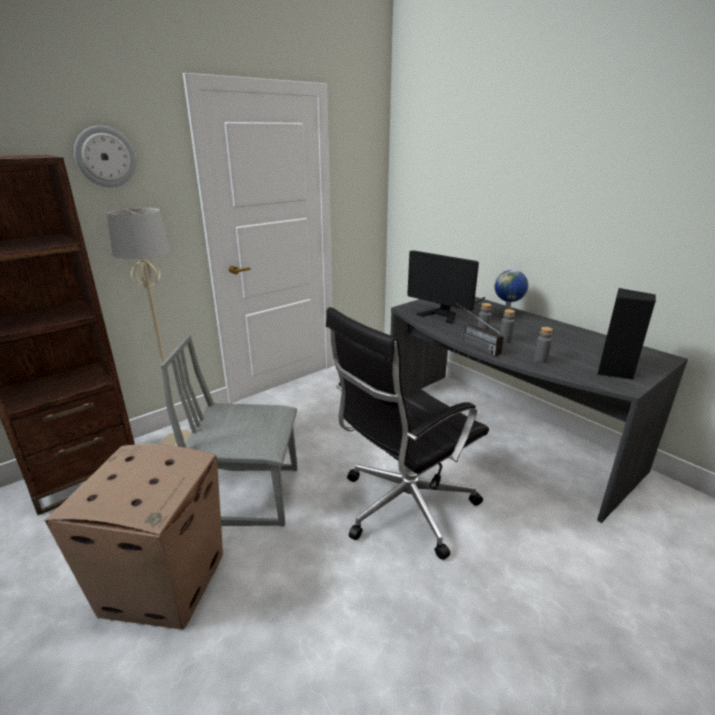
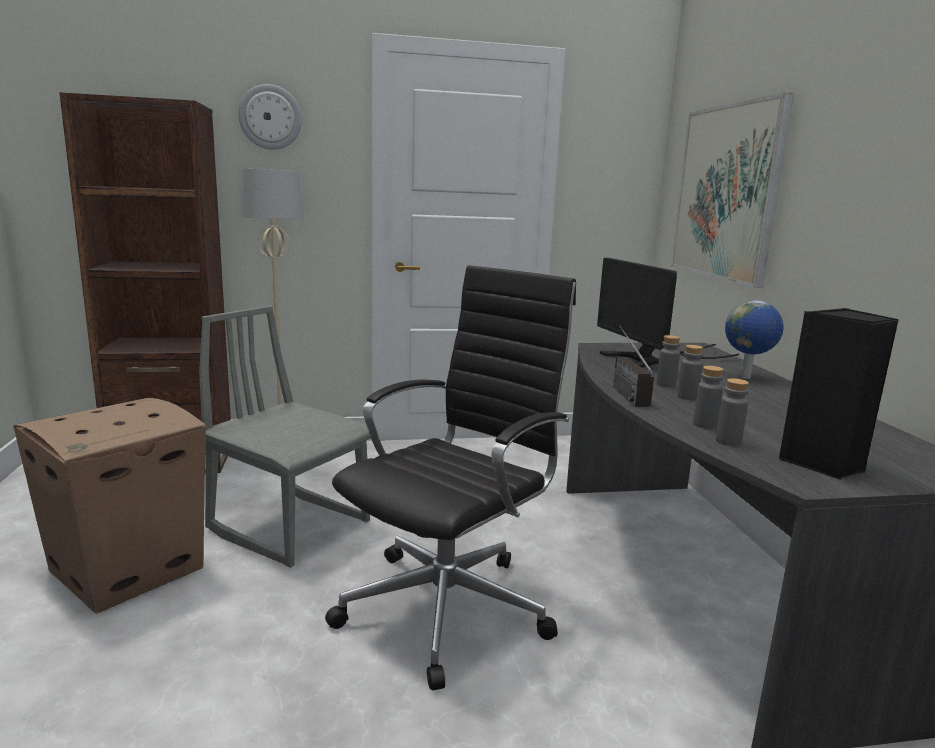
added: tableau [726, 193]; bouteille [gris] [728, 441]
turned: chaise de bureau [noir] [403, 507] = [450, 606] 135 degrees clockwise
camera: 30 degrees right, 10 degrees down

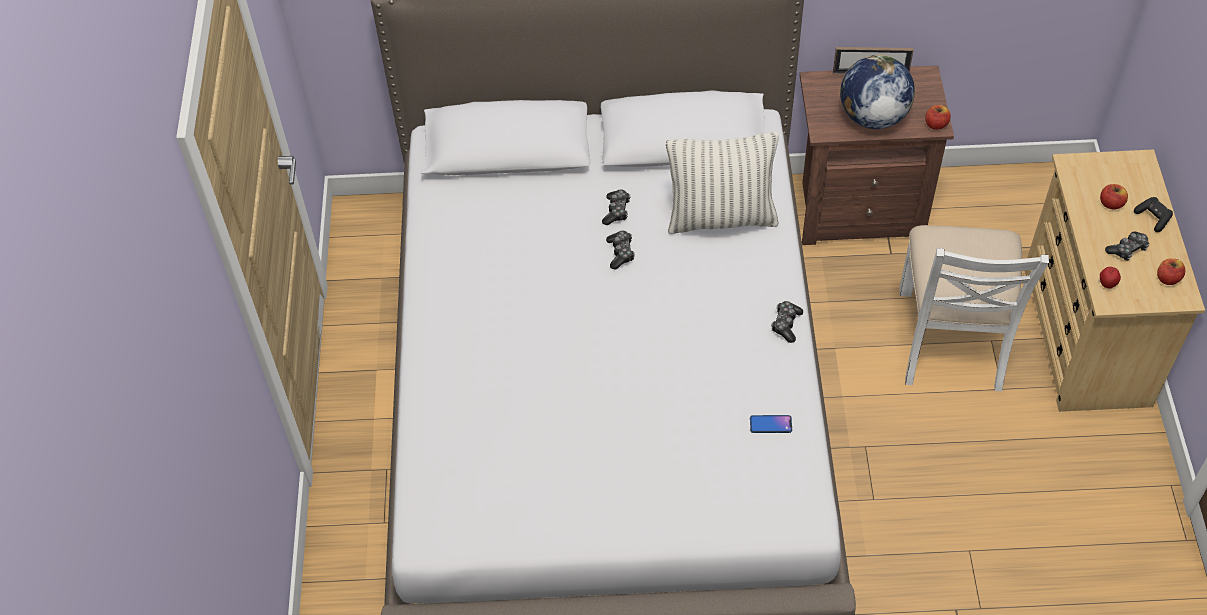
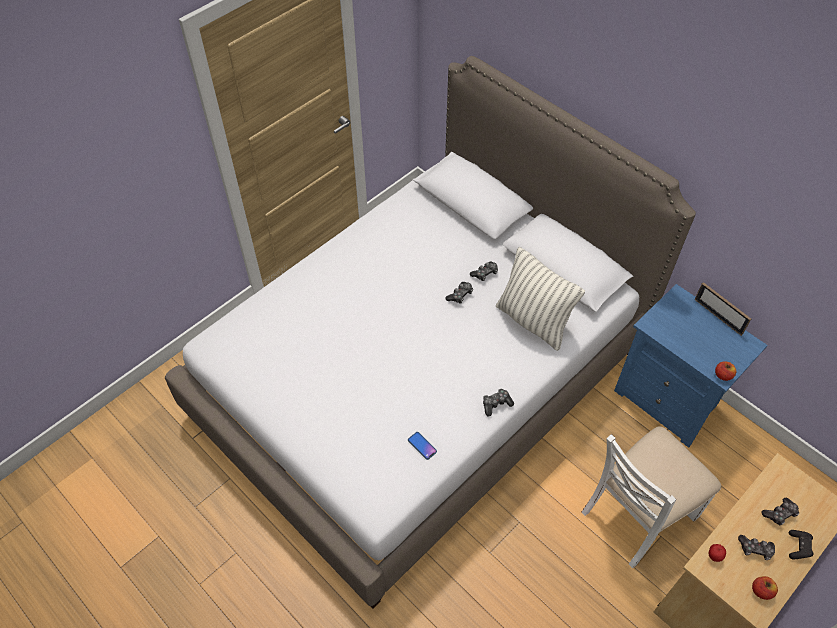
removed: globe [872, 116]
replaced: pomme [1111, 203] to manette [780, 514]
recoloured: table de chevet [marron] [859, 210] to table de chevet [bleu] [669, 400]
camera: 45 degrees right, 0 degrees up

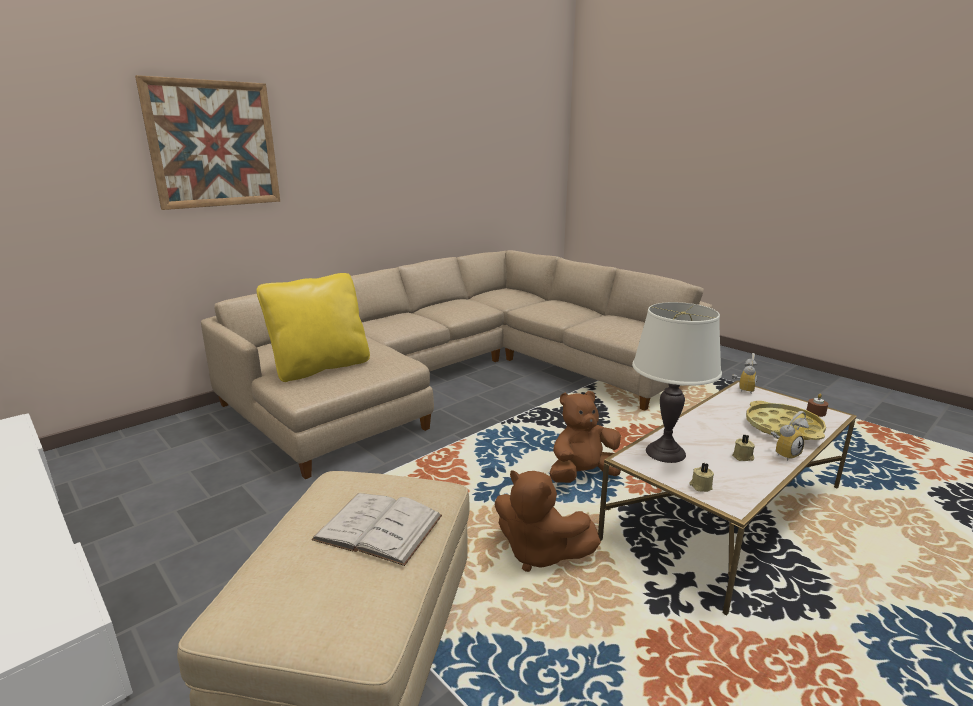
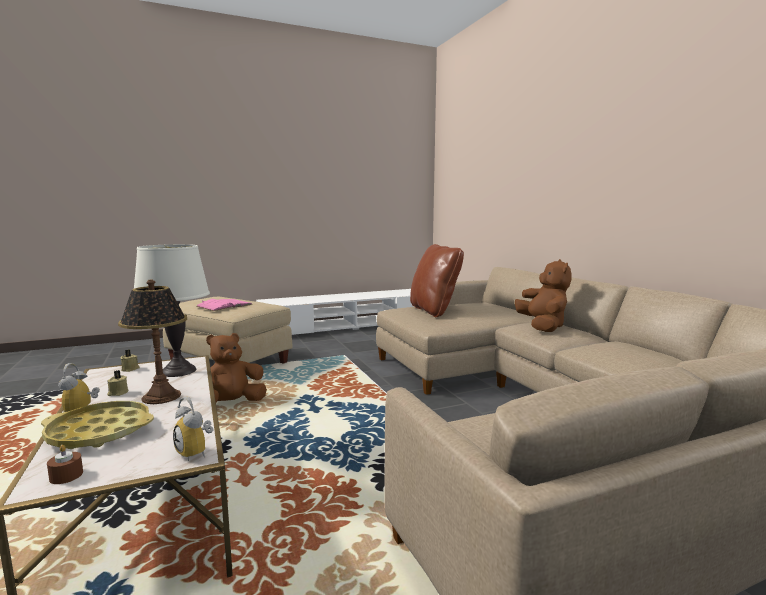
removed: tableau [214, 144]
added: lampe de table [161, 397]
moved: peluche [marron] [582, 475] to [542, 327]
recoloured: coussin [jaune] [321, 367] to coussin [marron] [434, 311]; livre [blanc] [378, 527] to livre [rose] [224, 305]
camera: 110 degrees right, 10 degrees down

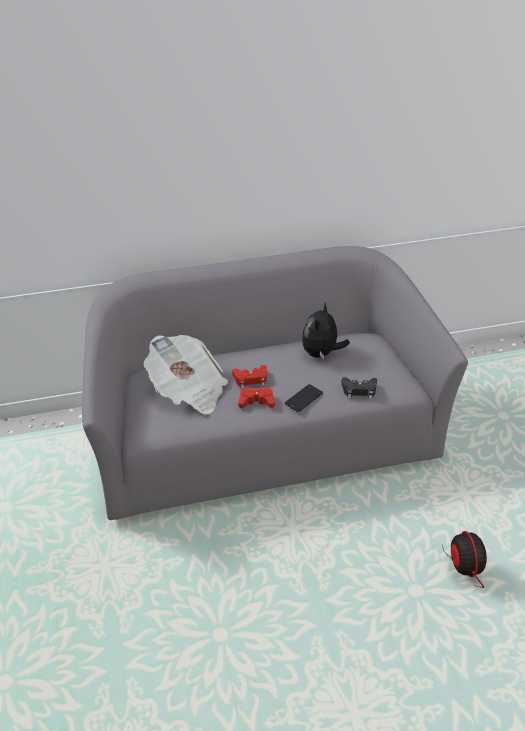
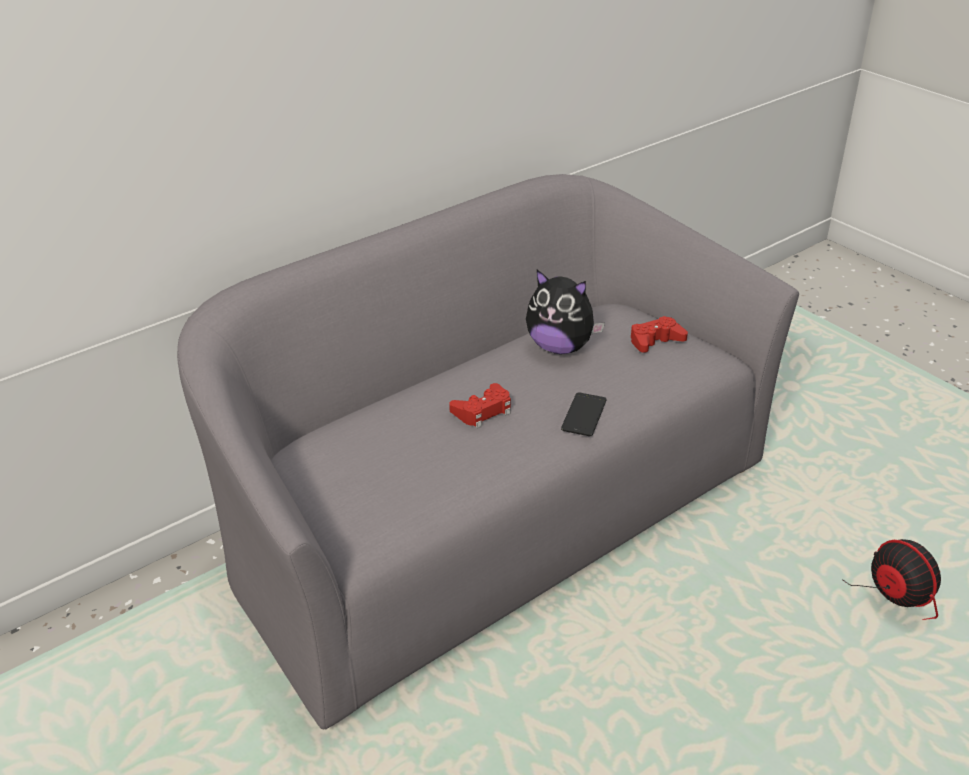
removed: journal [188, 390]; manette [noir] [359, 390]
moved: manette [rouge] [256, 401] to [655, 341]
turned: peluche [321, 353] = [560, 347] 60 degrees counterclockwise
camera: 25 degrees left, 5 degrees down

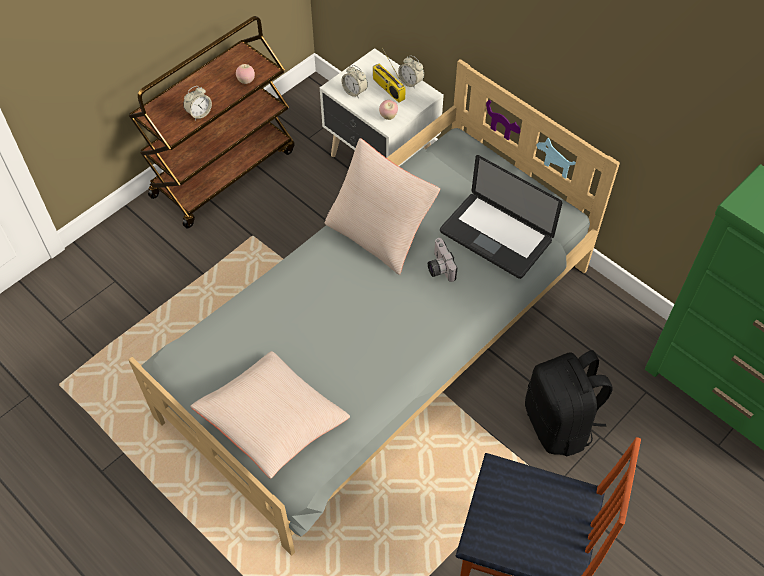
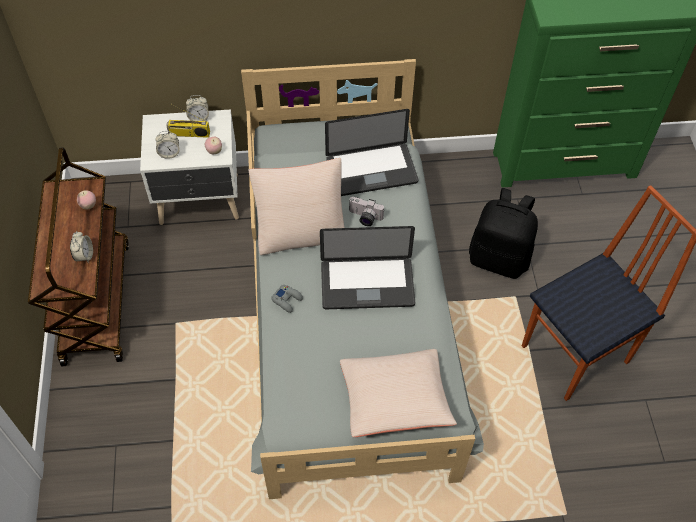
added: ordinateur portable [367, 284]; manette [gris] [287, 300]
camera: 50 degrees left, 0 degrees up

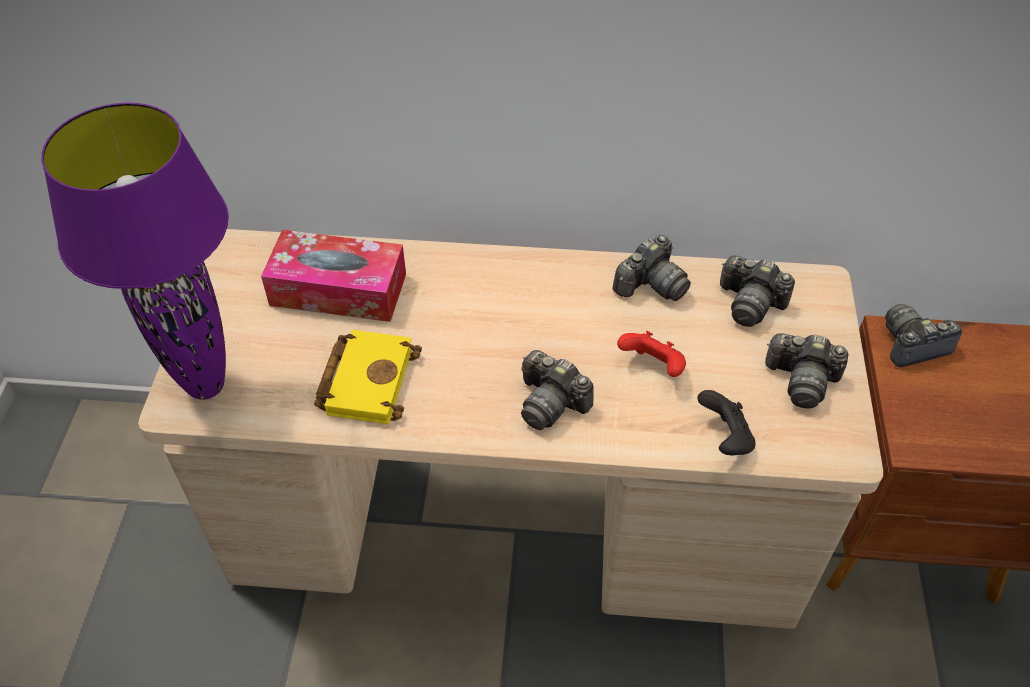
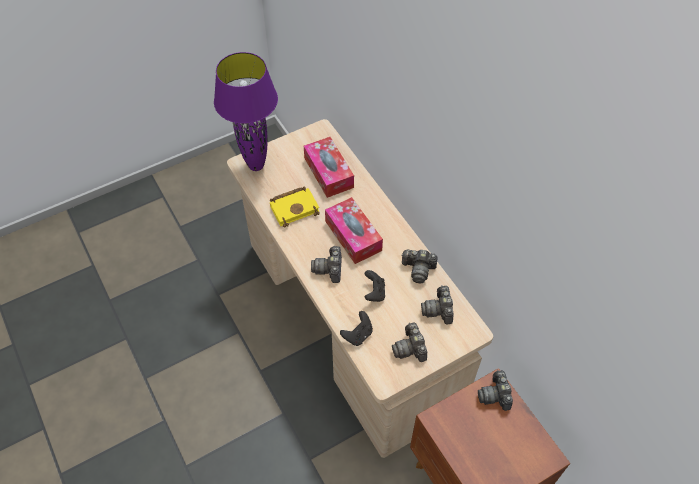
added: boîte à mouchoirs [353, 236]
recoloured: manette [rouge] [653, 367] to manette [noir] [374, 293]
turned: appareil photo [912, 345] = [495, 395] 135 degrees counterclockwise
camera: 55 degrees right, 5 degrees up

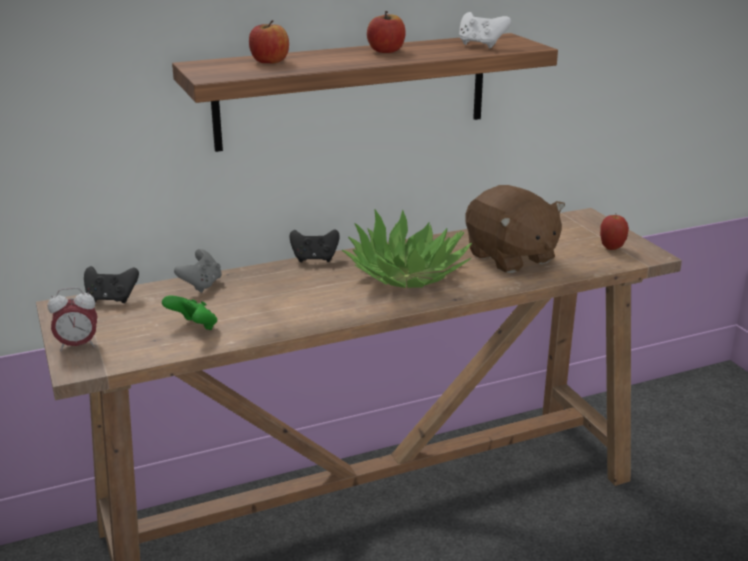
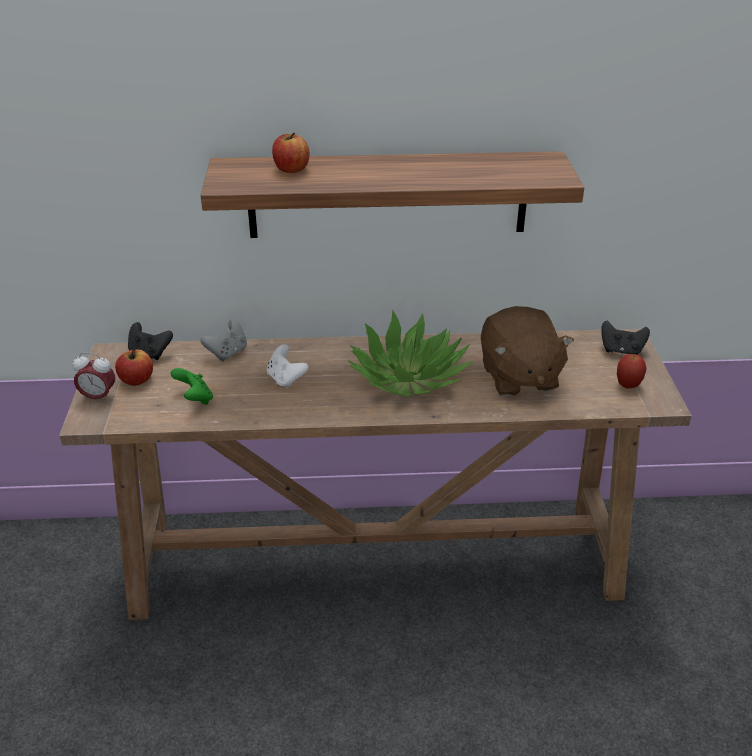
moved: pomme [386, 51] to [137, 380]; manette [blanc] [481, 45] to [286, 379]; manette [noir] [314, 259] to [621, 351]
camera: 20 degrees right, 10 degrees up

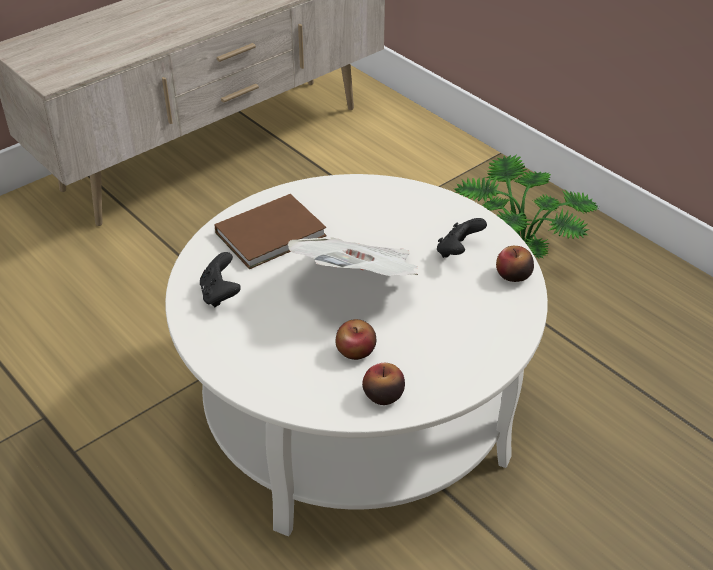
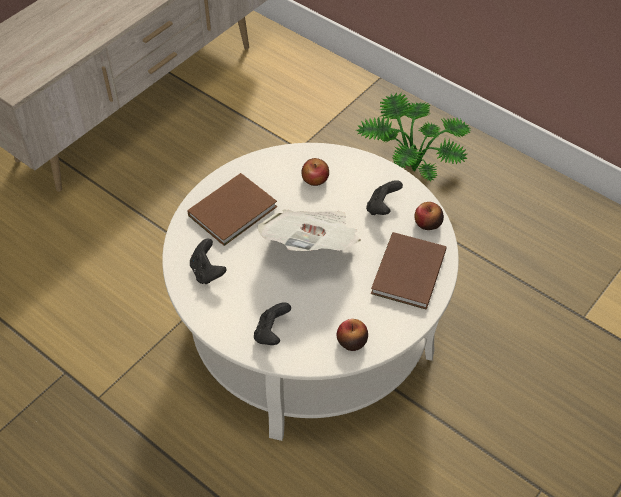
added: livre [marron] [406, 274]; manette [noir] [271, 333]
moved: pomme [356, 351] to [315, 179]
camera: 10 degrees left, 10 degrees up

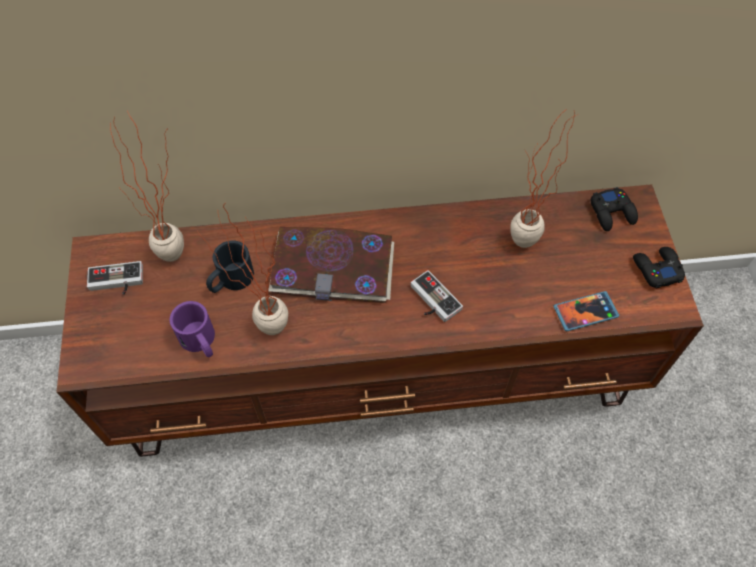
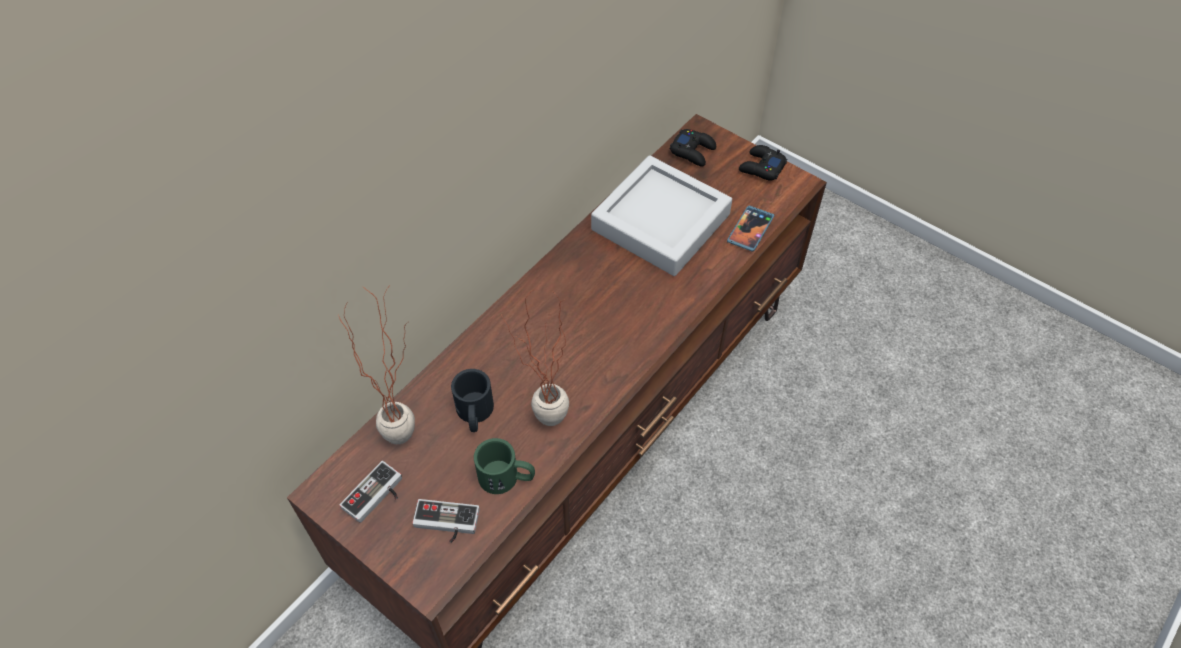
removed: livre [333, 267]
moved: manette [431, 301] to [445, 524]
replaced: plante en pot [518, 249] to plateau [gris] [660, 222]
recoloured: mug [violet] [200, 342] to mug [vert] [507, 477]
camera: 45 degrees left, 5 degrees down

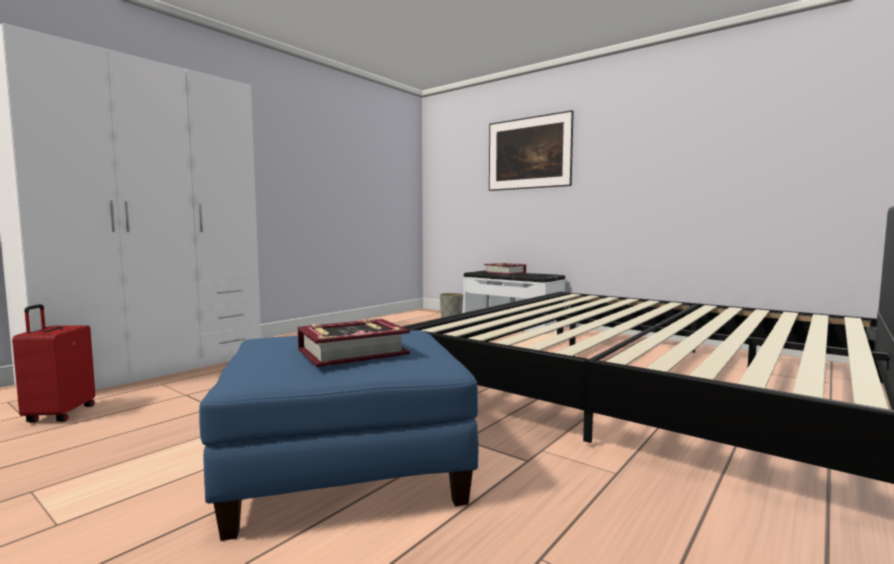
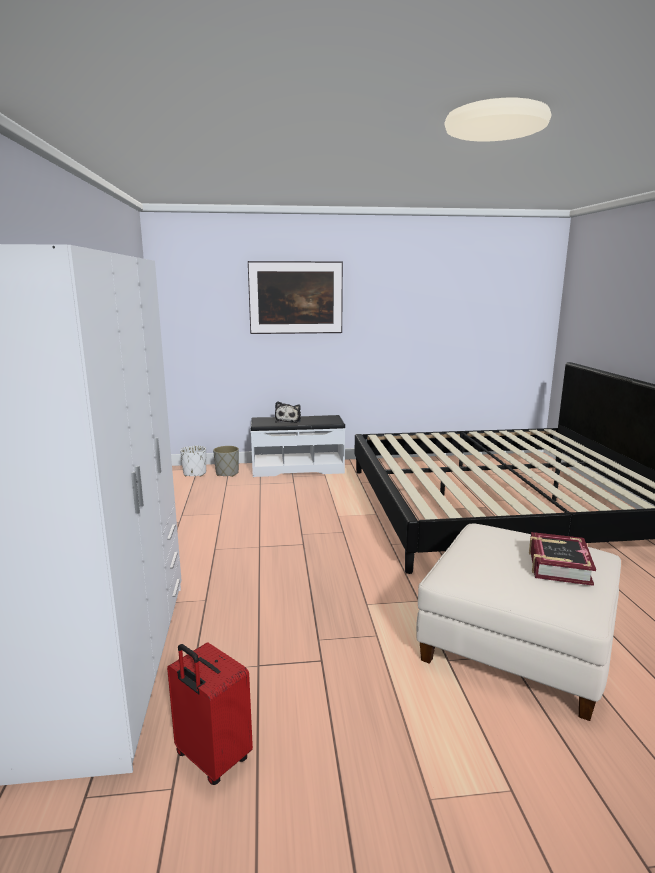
added: cache-pot [blanc] [195, 473]
replaced: livre [505, 273] to peluche [288, 420]
recoloured: pouf [bleu] [345, 465] to pouf [blanc] [517, 643]
camera: 45 degrees left, 10 degrees up

